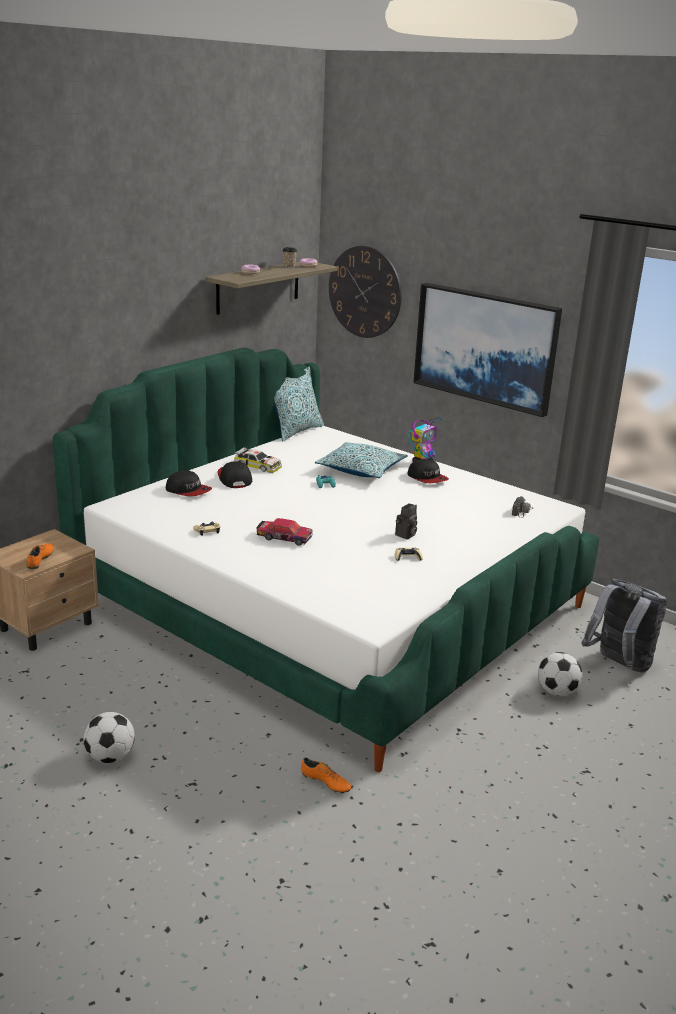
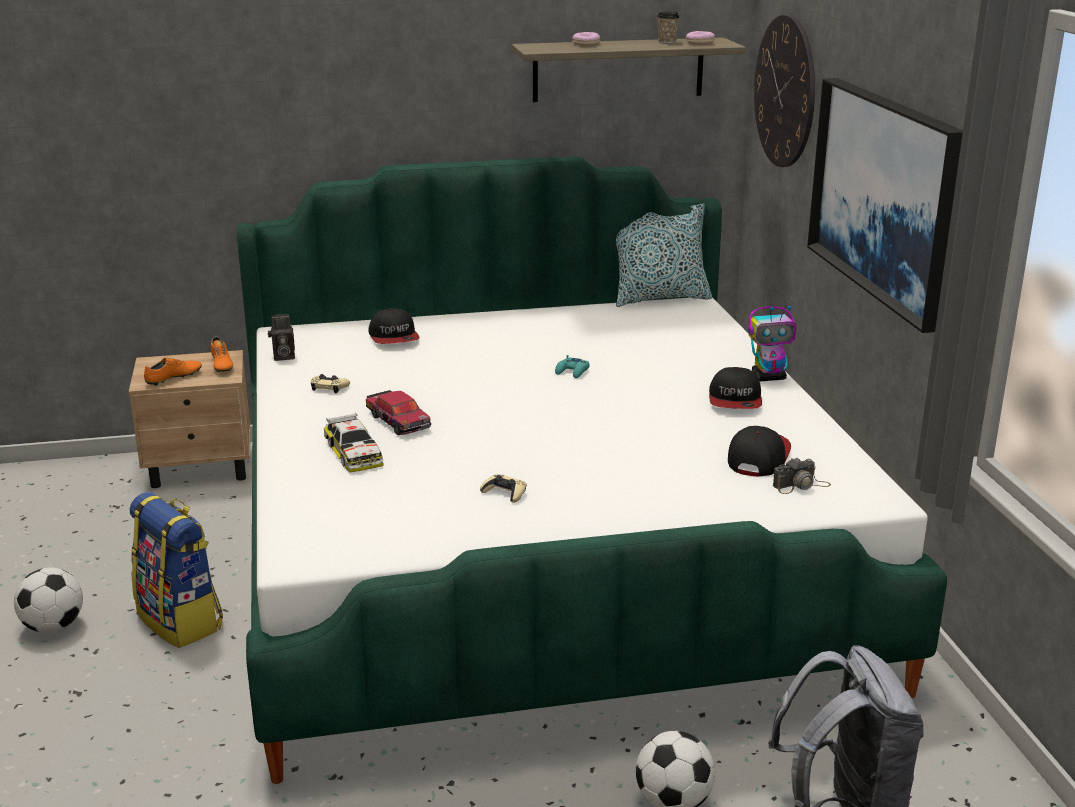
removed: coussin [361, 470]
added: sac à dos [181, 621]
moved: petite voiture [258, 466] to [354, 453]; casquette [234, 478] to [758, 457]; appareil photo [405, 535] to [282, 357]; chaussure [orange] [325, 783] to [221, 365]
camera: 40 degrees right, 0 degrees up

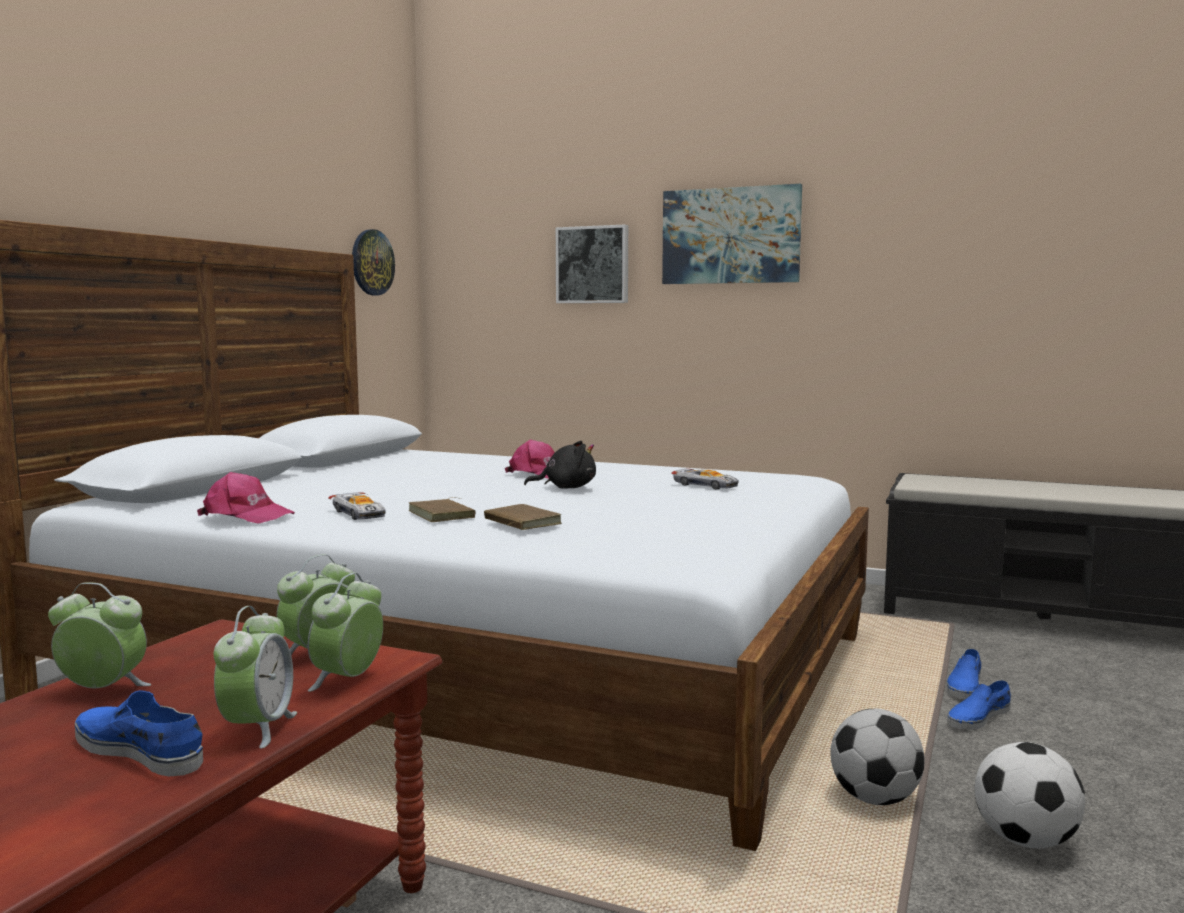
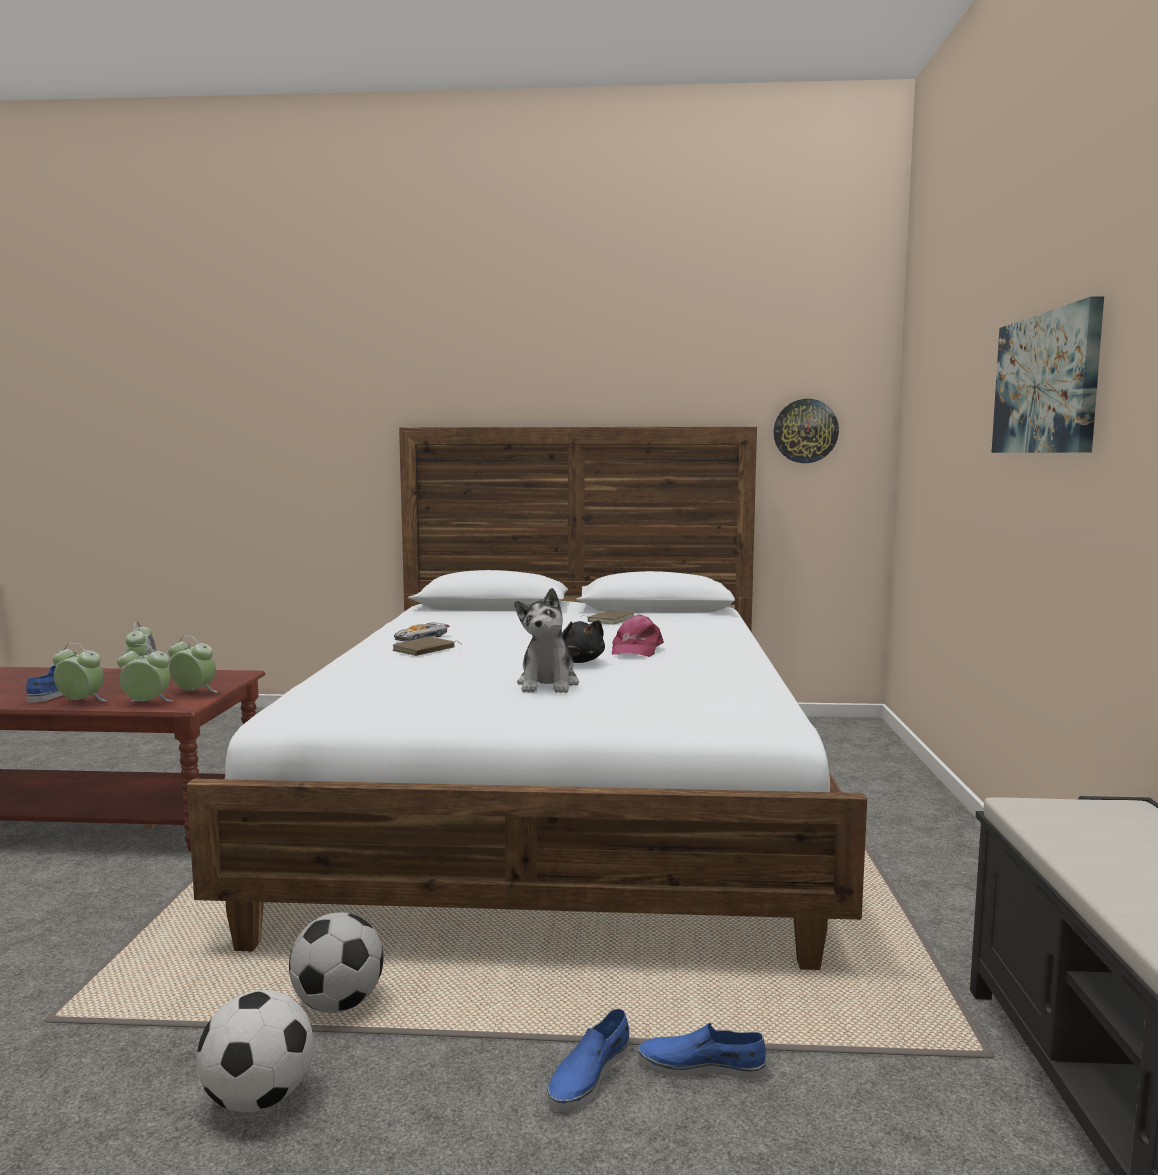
removed: tableau [593, 265]; petite voiture [706, 485]; casquette [rose] [246, 516]
added: peluche [548, 684]
moved: livre [marron] [520, 522] to [610, 620]
turned: réveil [258, 728] = [81, 702] 150 degrees counterclockwise; chaussure [bleu] [977, 717] = [588, 1075] 90 degrees counterclockwise
camera: 70 degrees right, 0 degrees up

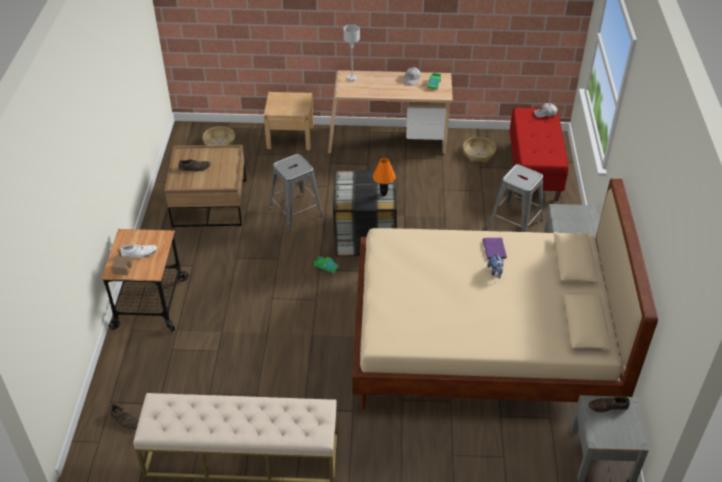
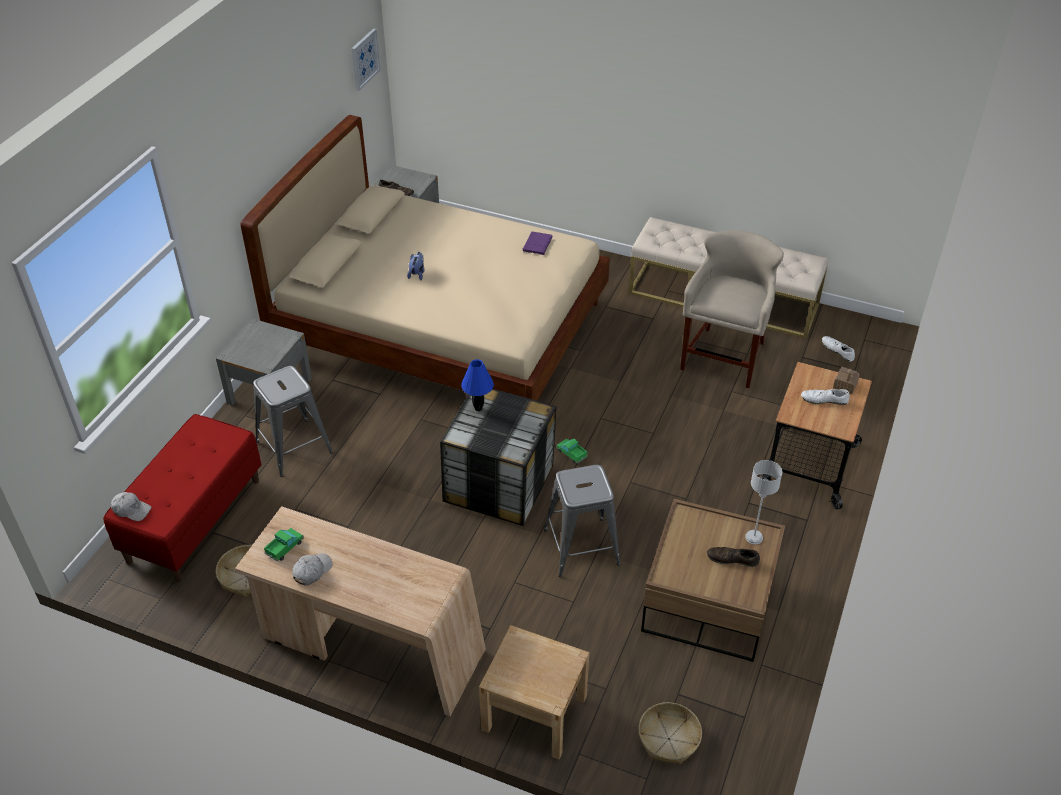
added: tableau [364, 59]; tabouret [beige] [724, 358]
moved: lampe de table [gris] [352, 78] to [753, 537]; livre [violet] [494, 250] to [537, 244]
recoloured: lampe de table [orange] [384, 194] to lampe de table [bleu] [478, 408]; chaussure [marron] [125, 420] to chaussure [blanc] [837, 351]
camera: 160 degrees left, 0 degrees up

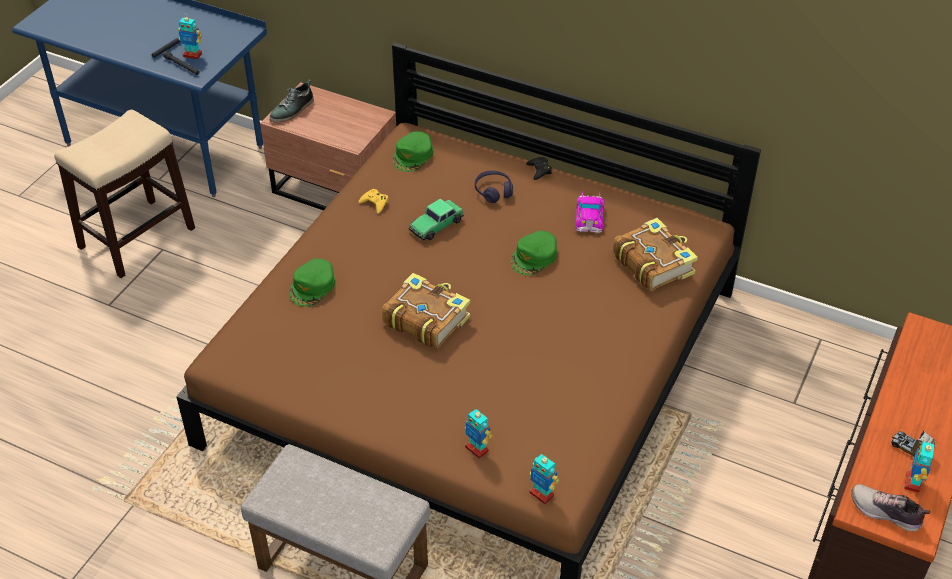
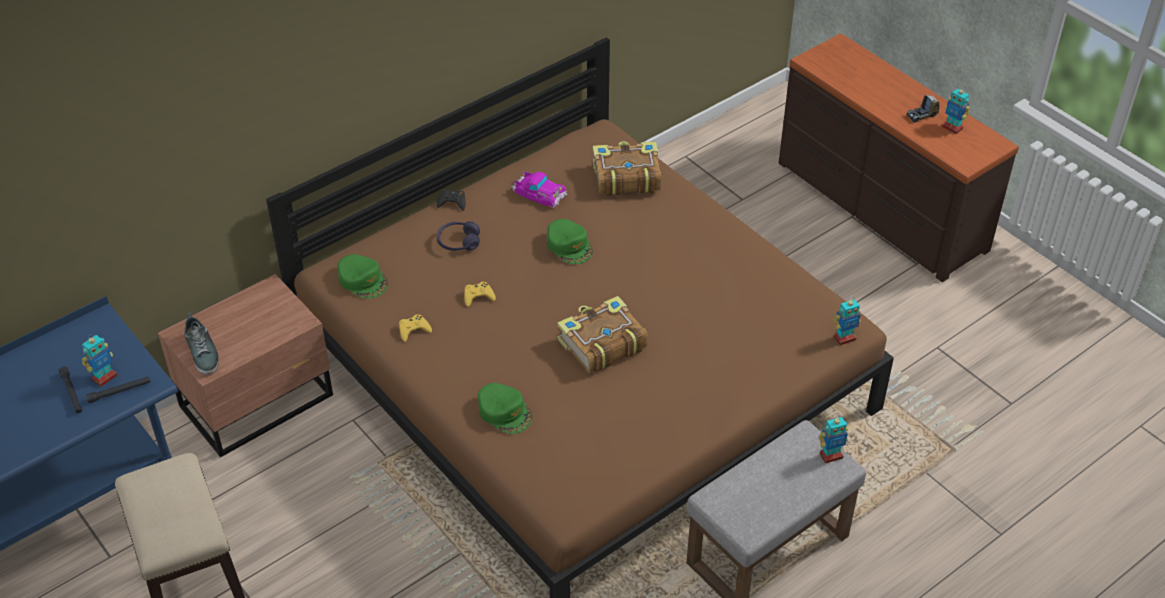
removed: chaussure [885, 513]
moved: robot jouet [477, 449] to [830, 455]
replaced: petite voiture [436, 225] to manette [jaune] [478, 296]
camera: 65 degrees left, 0 degrees up

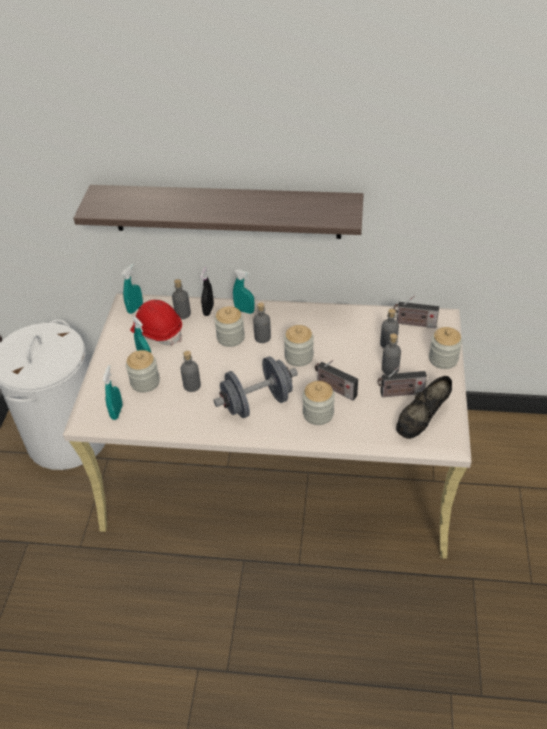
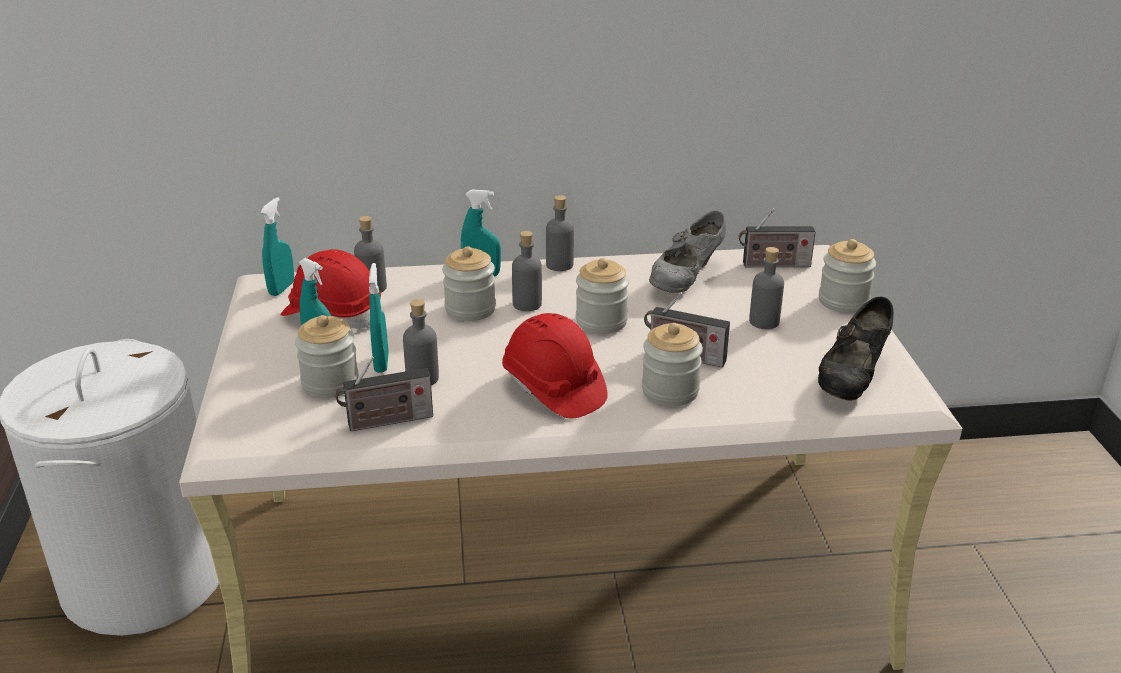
removed: étagère [226, 211]; vaporisateur [noir] [208, 310]
added: chaussure [gris] [686, 279]
moved: bouteille [gris] [388, 343] to [559, 265]; vaporisateur [turquoise] [117, 412] to [381, 363]; radio [400, 393] to [386, 421]
replaced: haltère [gris] [257, 403] to casque de chantier [rouge] [553, 389]
camera: 15 degrees left, 15 degrees down

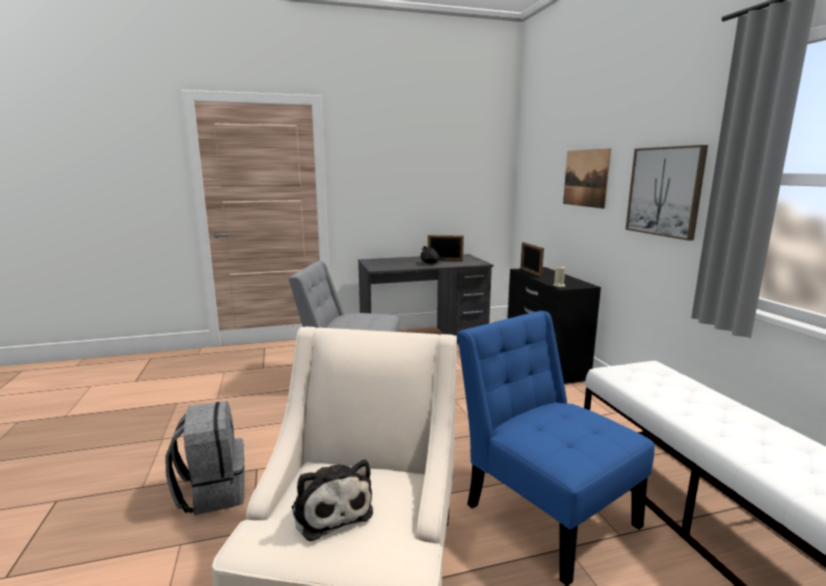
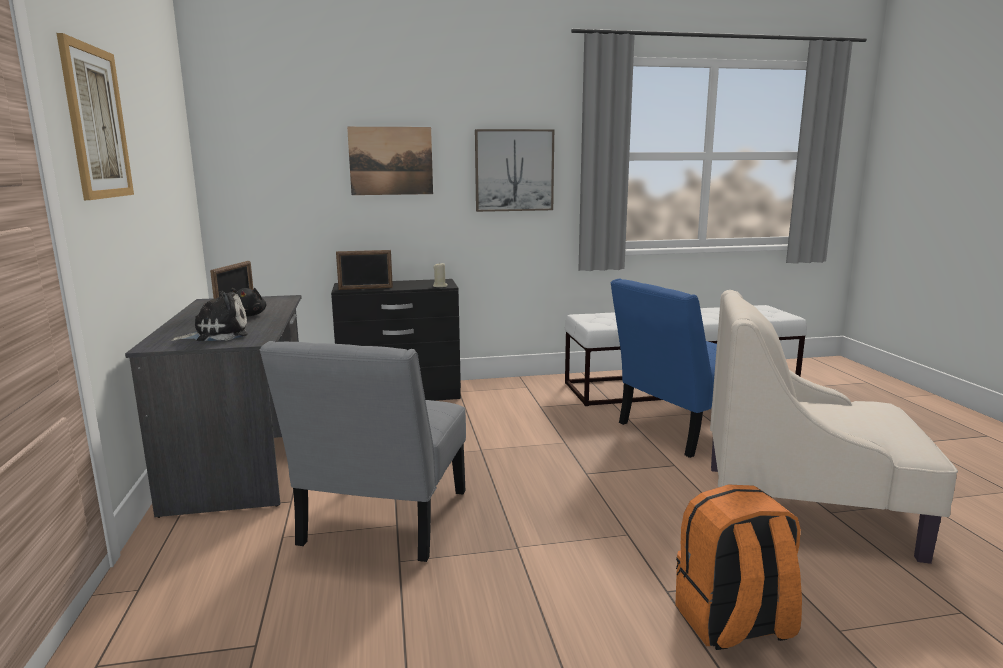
added: tableau [96, 123]
moved: peluche [330, 509] to [217, 334]
recoloured: sac à dos [gris] [213, 492] to sac à dos [orange] [733, 624]
camera: 85 degrees left, 0 degrees up

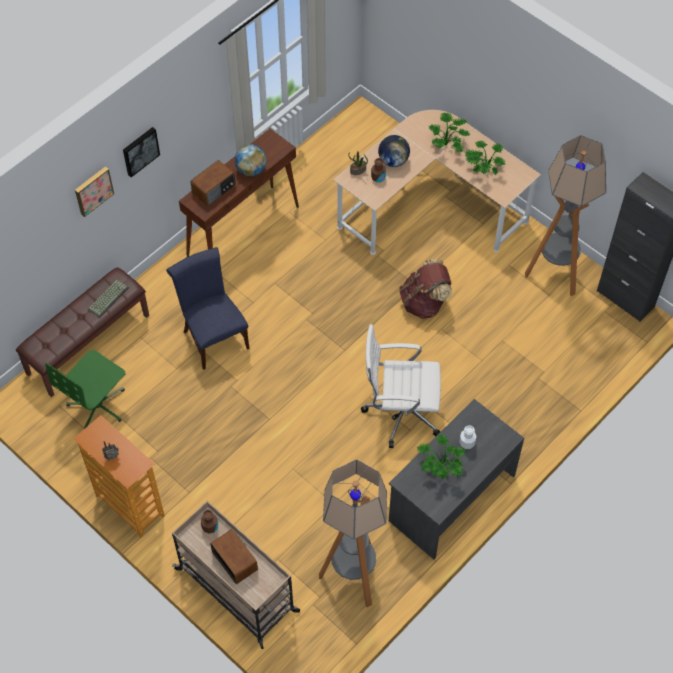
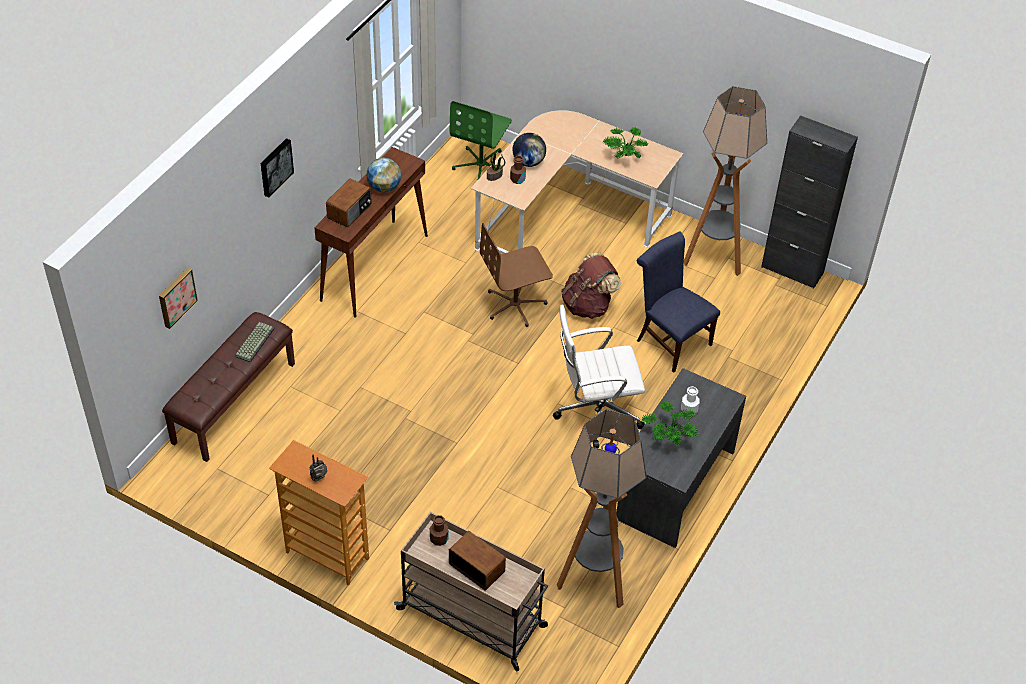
removed: plante en pot [448, 144]
added: chaise de bureau [marron] [515, 305]
moved: tableau [93, 190] to [176, 297]; chaise [bleu] [213, 337] to [670, 340]; chaise de bureau [vert] [98, 405] to [481, 166]
camera: 15 degrees left, 10 degrees down

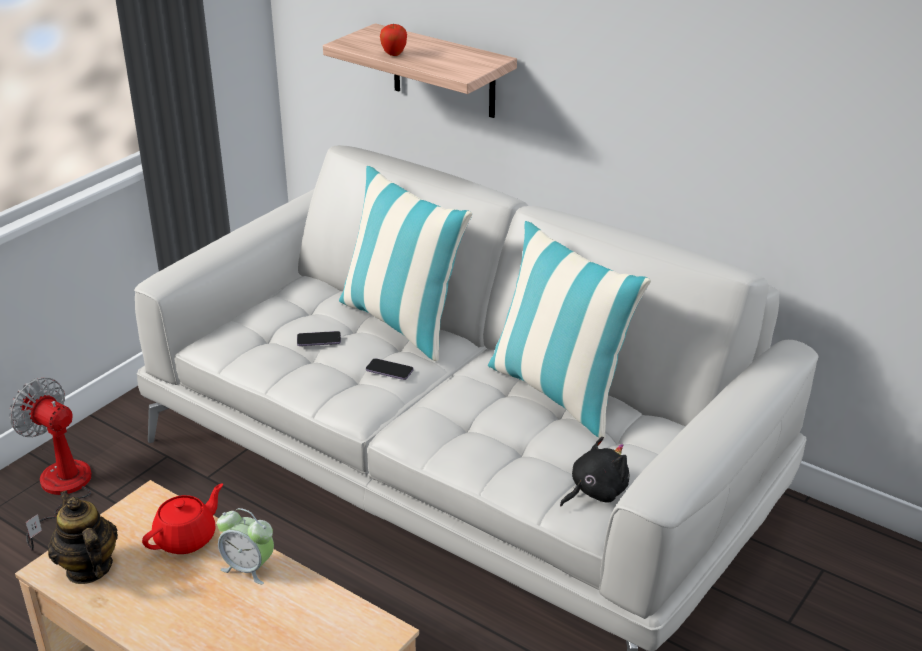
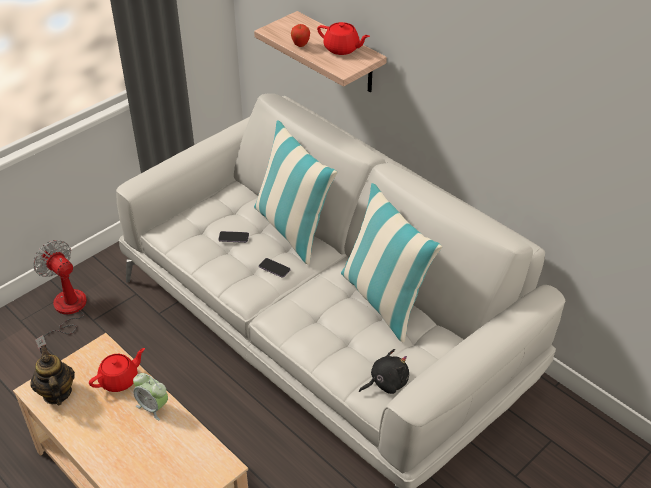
added: théière [rouge] [342, 49]
camera: 10 degrees right, 10 degrees up

